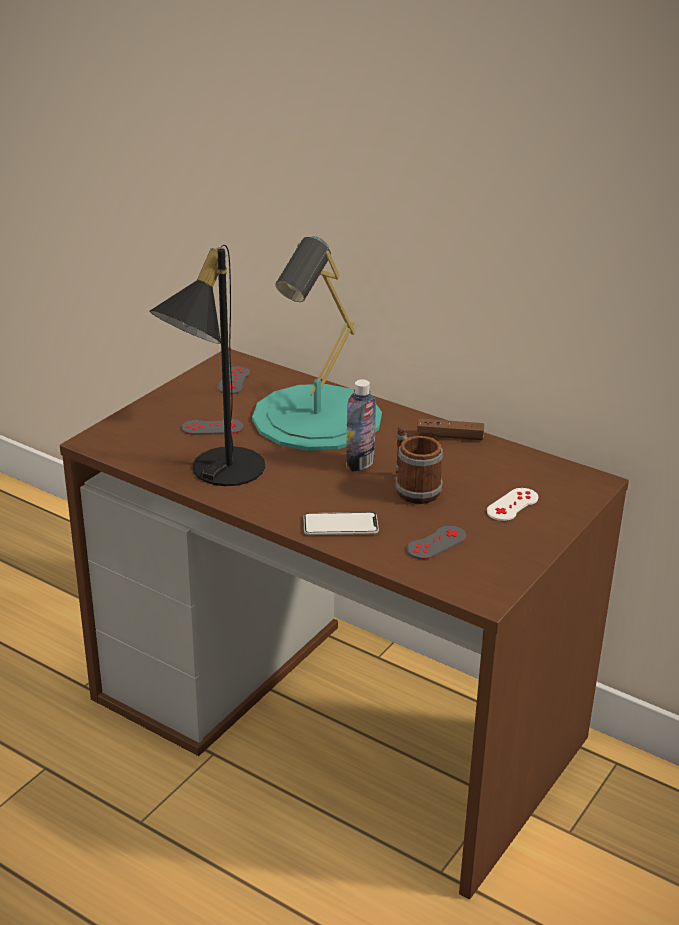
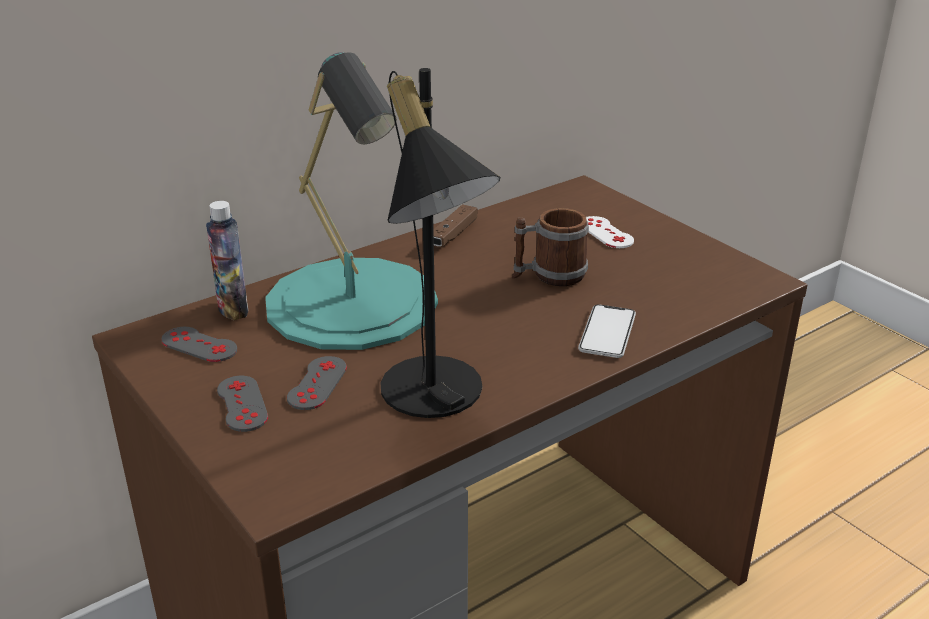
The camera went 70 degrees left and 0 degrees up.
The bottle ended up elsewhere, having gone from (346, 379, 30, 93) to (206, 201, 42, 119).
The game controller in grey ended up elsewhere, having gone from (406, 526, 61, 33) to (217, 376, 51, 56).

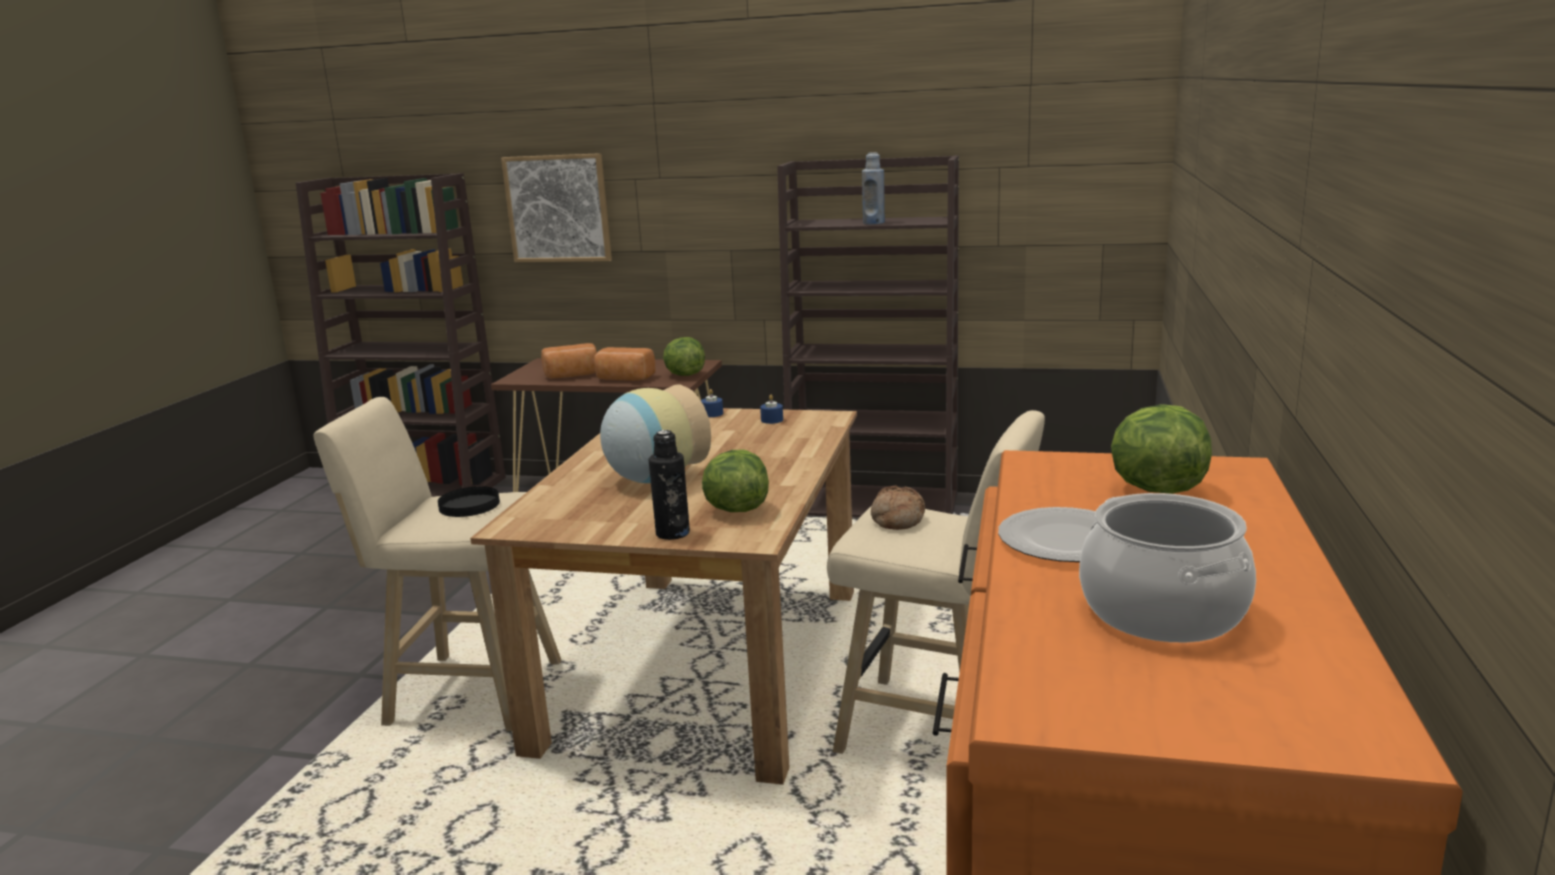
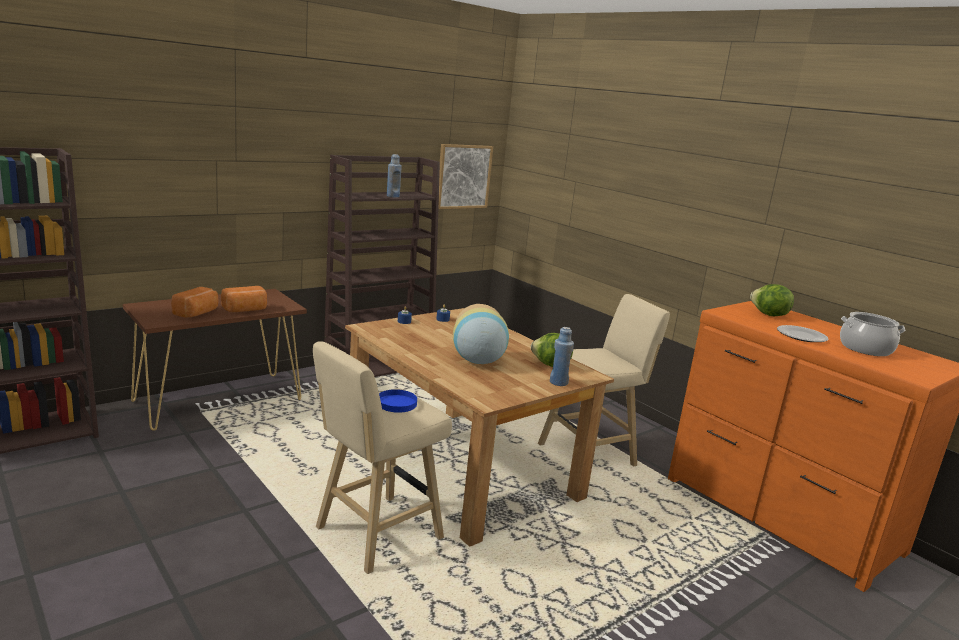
The camera went 55 degrees left and 0 degrees up.
What was the plate in black at (438, 486, 62, 31) turned into the plate in blue at (379, 389, 38, 24).
The picture ended up elsewhere, having gone from (501, 153, 111, 109) to (438, 144, 55, 65).
What was the bottle in black at (649, 430, 41, 110) turned into the bottle in blue at (550, 327, 24, 59).
The second view lost the lettuce at (663, 337, 42, 39).
The second view lost the bread at (871, 485, 54, 45).

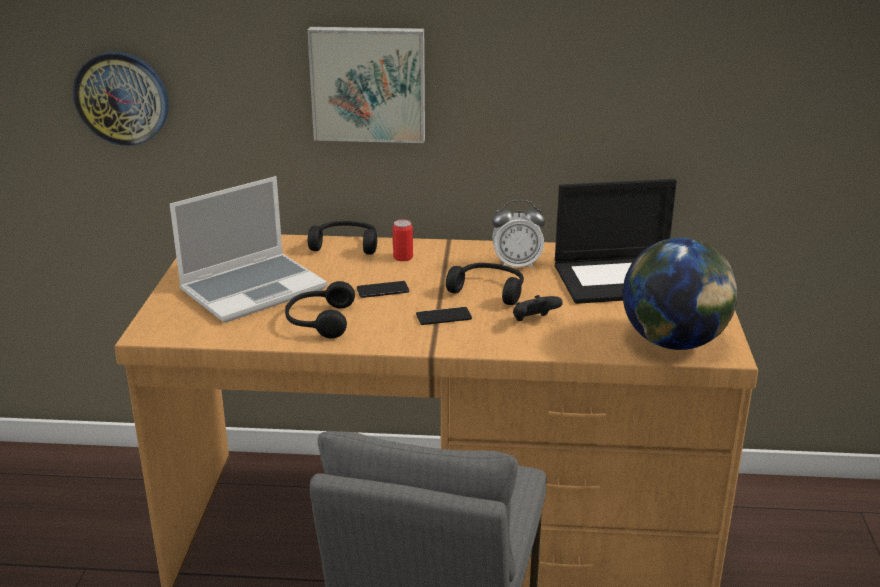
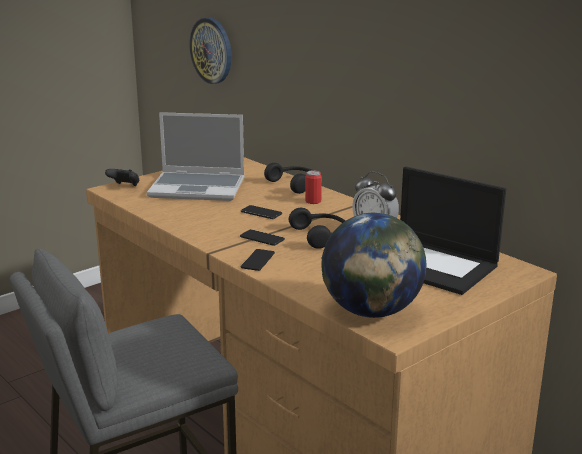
The camera went 45 degrees right and 5 degrees down.
The game controller in black ended up elsewhere, having gone from (513, 295, 50, 26) to (105, 169, 34, 17).
The second view gained the phone at (241, 249, 34, 22).
The second view lost the headphones in black at (285, 281, 70, 57).
The second view lost the picture at (307, 27, 118, 116).

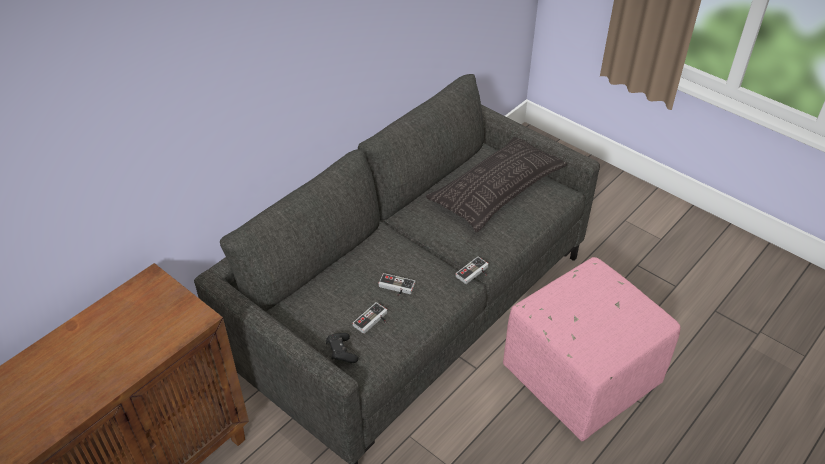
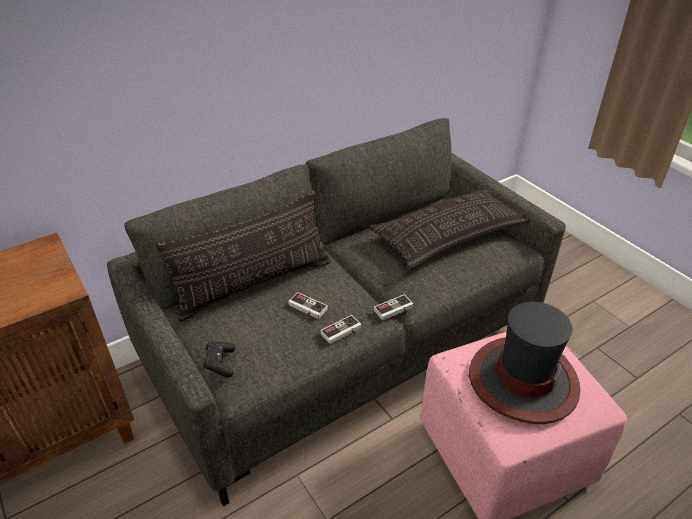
The camera went 15 degrees right and 5 degrees down.
The second view gained the pillow at (156, 191, 175, 131).
The game controller ended up elsewhere, having gone from (352, 302, 36, 32) to (320, 315, 41, 29).
The second view gained the hat at (469, 302, 111, 122).

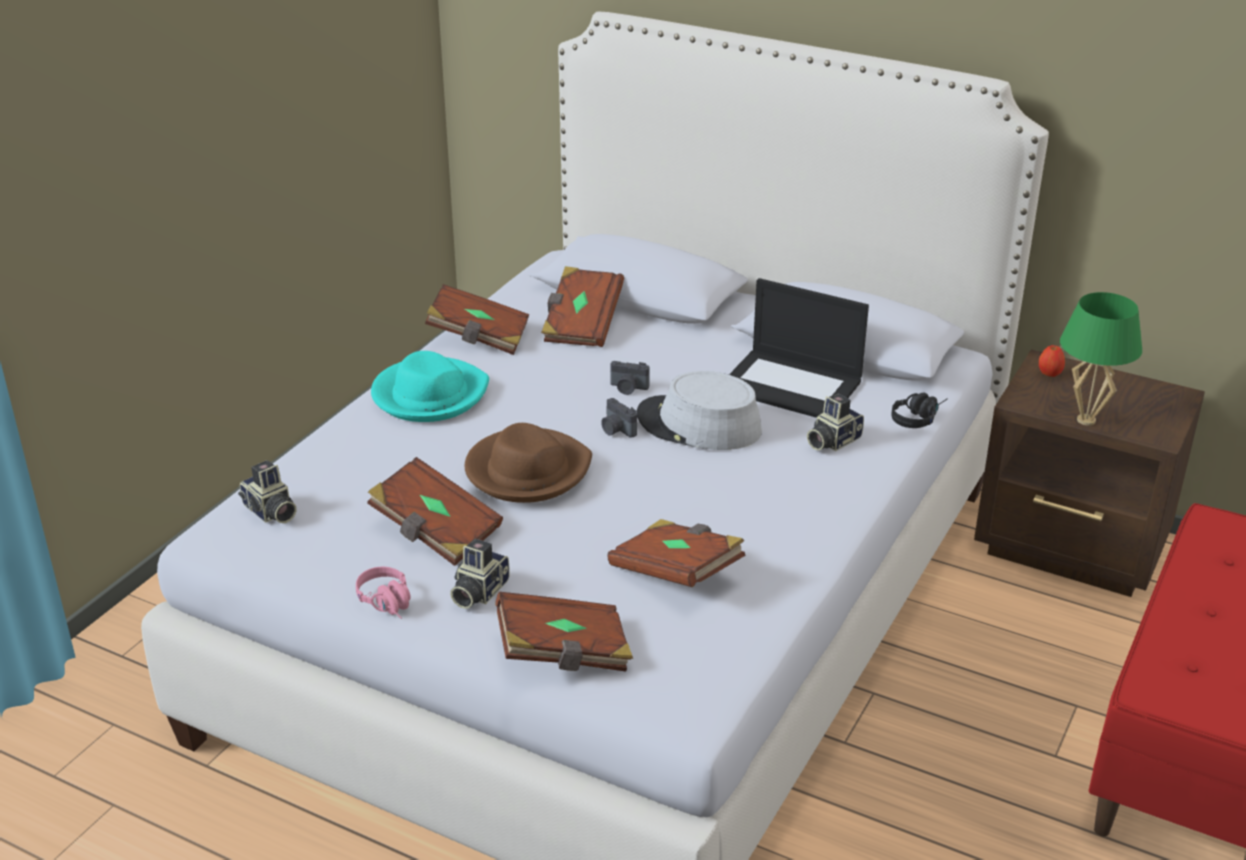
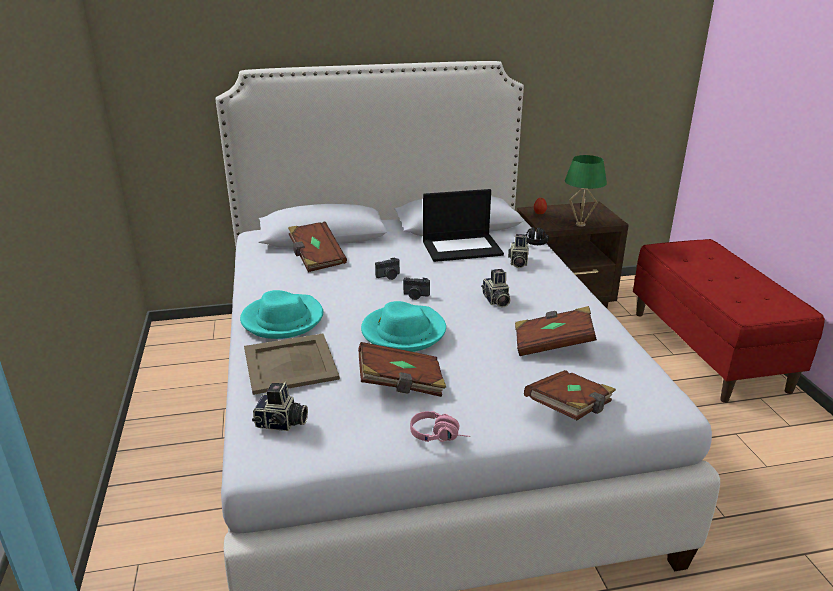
The camera went 40 degrees left and 5 degrees down.
The second view gained the tray in beige at (244, 334, 96, 61).
What was the hat in brown at (465, 423, 127, 80) turned into the hat in turquoise at (361, 301, 85, 51).
The photo camera ended up elsewhere, having gone from (450, 539, 59, 70) to (481, 269, 30, 39).
The second view lost the book in brown at (425, 284, 104, 71).
The second view lost the hat in grey at (637, 371, 125, 79).

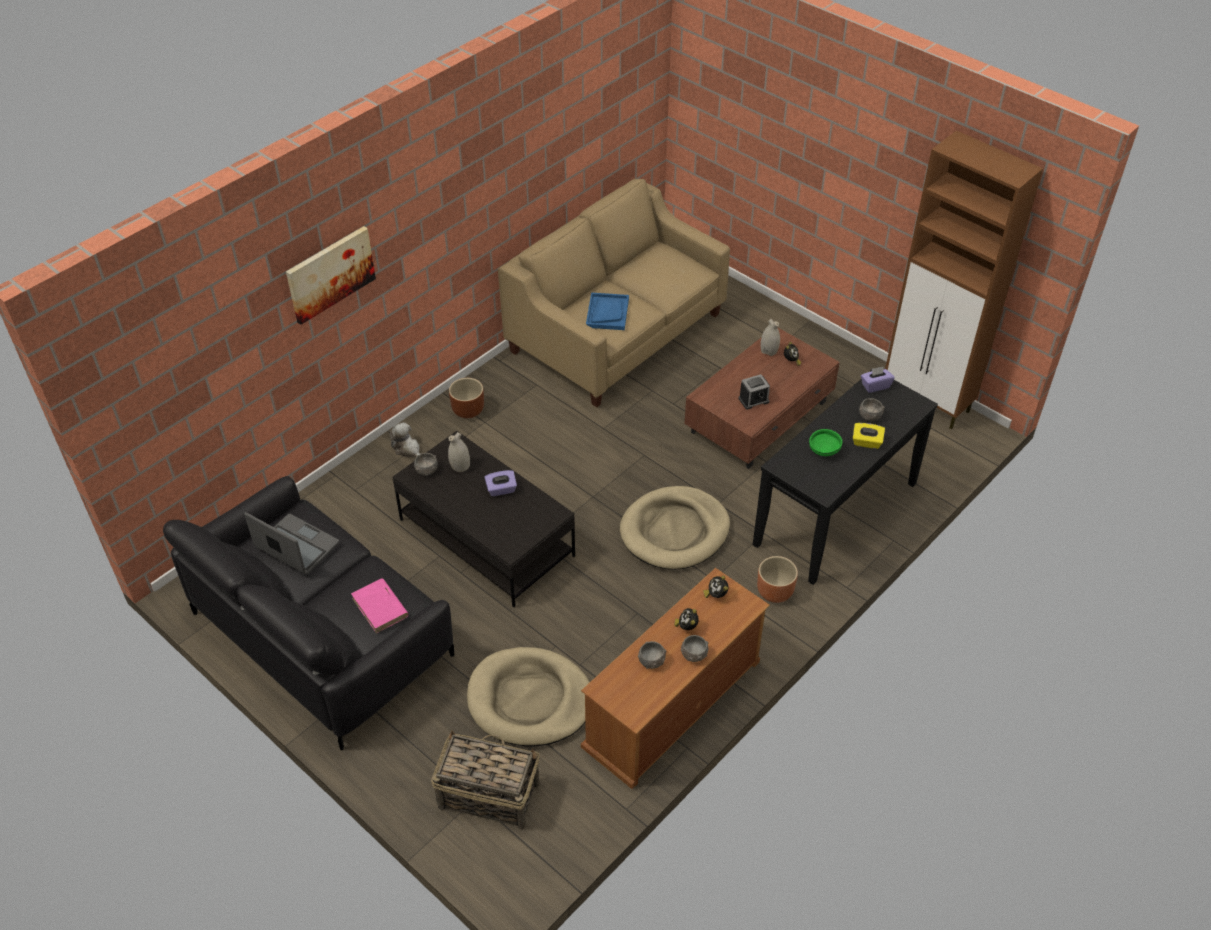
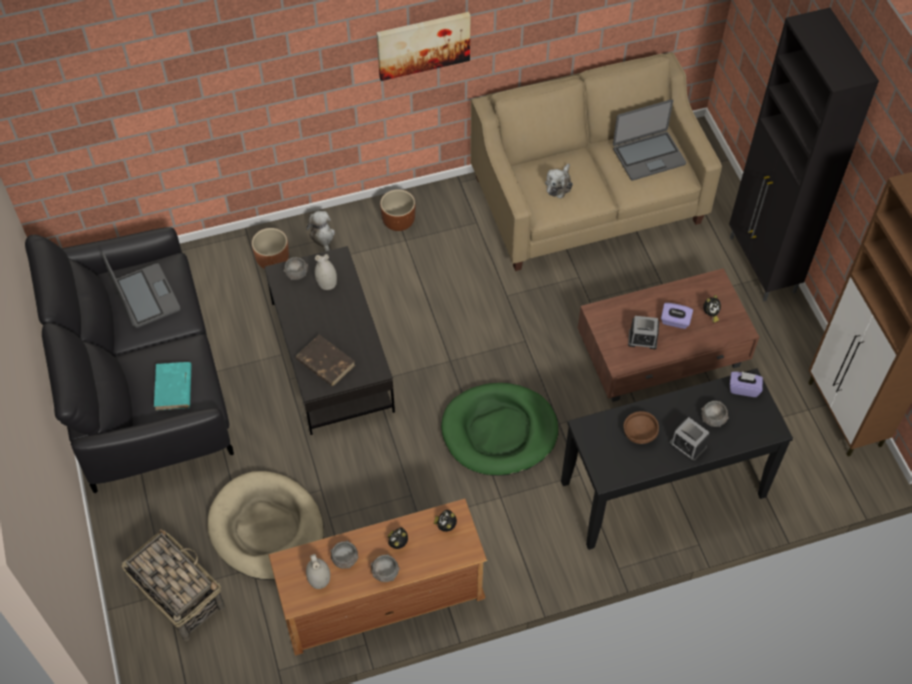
The camera went 30 degrees right and 10 degrees up.
What was the book in pink at (351, 578, 58, 56) turned into the book in turquoise at (154, 362, 38, 49).
The planter in brown ended up elsewhere, having gone from (757, 556, 41, 47) to (252, 228, 37, 41).
The second view gained the book in brown at (296, 335, 59, 51).
The vase in white ended up elsewhere, having gone from (761, 319, 19, 37) to (306, 554, 24, 35).
The picture ended up elsewhere, having gone from (286, 226, 90, 99) to (377, 12, 93, 69).
What was the dog bed in beige at (620, 486, 110, 84) turned into the dog bed in green at (441, 383, 118, 93).
Where the tray in blue stood at (586, 292, 43, 38), the plush toy came to stand at (545, 164, 28, 34).
The second view gained the laptop at (613, 99, 73, 82).
What was the bowl in green at (809, 429, 33, 27) turned into the bowl in brown at (624, 411, 35, 33).
The tissue box in purple ended up elsewhere, having gone from (484, 470, 33, 26) to (661, 303, 32, 26).
Where the tissue box in yellow stood at (853, 423, 32, 26), the alarm clock came to stand at (669, 417, 40, 45).
The second view gained the cabinet in black at (729, 8, 150, 293).

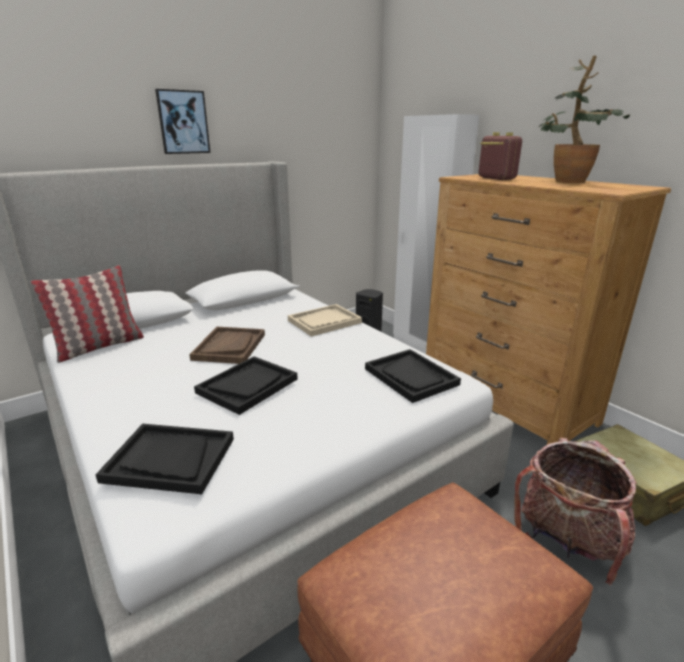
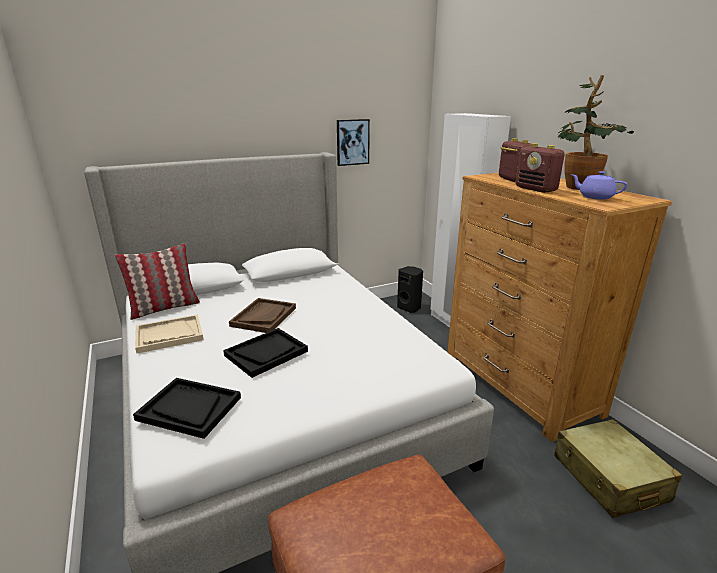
The camera went 10 degrees right and 0 degrees up.
The tray in beige ended up elsewhere, having gone from (288, 304, 74, 33) to (135, 314, 69, 40).
The picture ended up elsewhere, having gone from (155, 89, 55, 65) to (337, 119, 33, 47).
The second view gained the radio at (516, 143, 49, 50).
The second view gained the teapot in purple at (570, 171, 58, 29).
The second view lost the tray in black at (365, 349, 96, 54).
The second view lost the backpack at (515, 437, 122, 149).

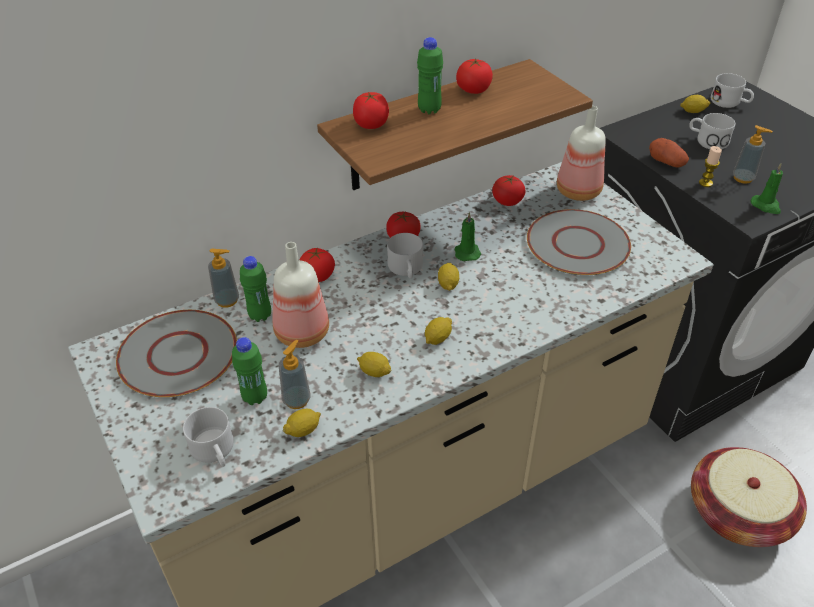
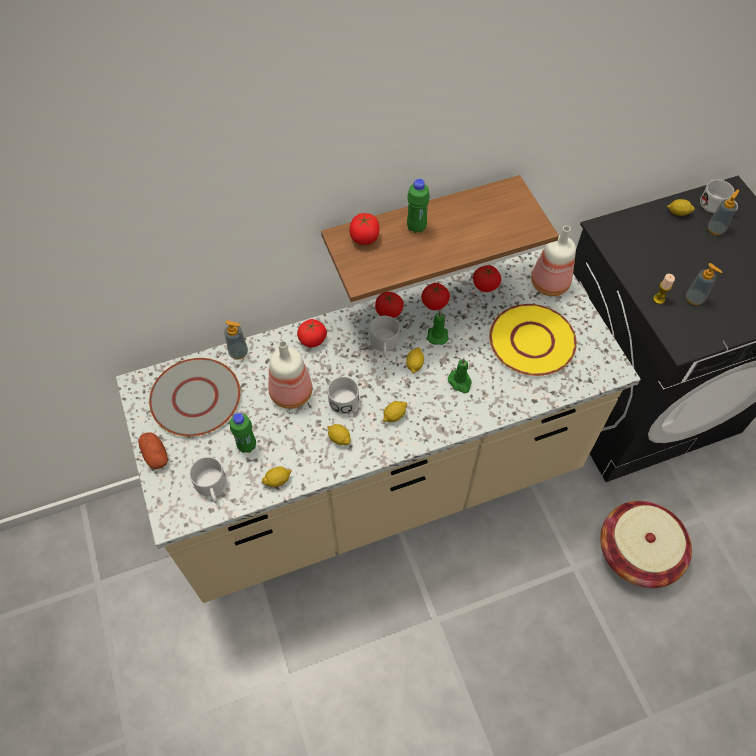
The camera went 10 degrees right and 15 degrees up.
The potato ended up elsewhere, having gone from (649, 138, 40, 30) to (138, 432, 30, 37).
The mug in white ended up elsewhere, having gone from (689, 113, 46, 37) to (326, 376, 33, 38).
The tomato ended up elsewhere, having gone from (456, 58, 37, 36) to (421, 283, 29, 27).
The candle in green ended up elsewhere, having gone from (751, 163, 32, 51) to (448, 358, 24, 35).
What was the plate in grey at (527, 209, 104, 67) turned into the plate in yellow at (489, 304, 88, 72).
The soap dispenser ended up elsewhere, having gone from (279, 340, 32, 69) to (708, 189, 31, 46).
The second view lost the bottle in green at (240, 256, 31, 66).

